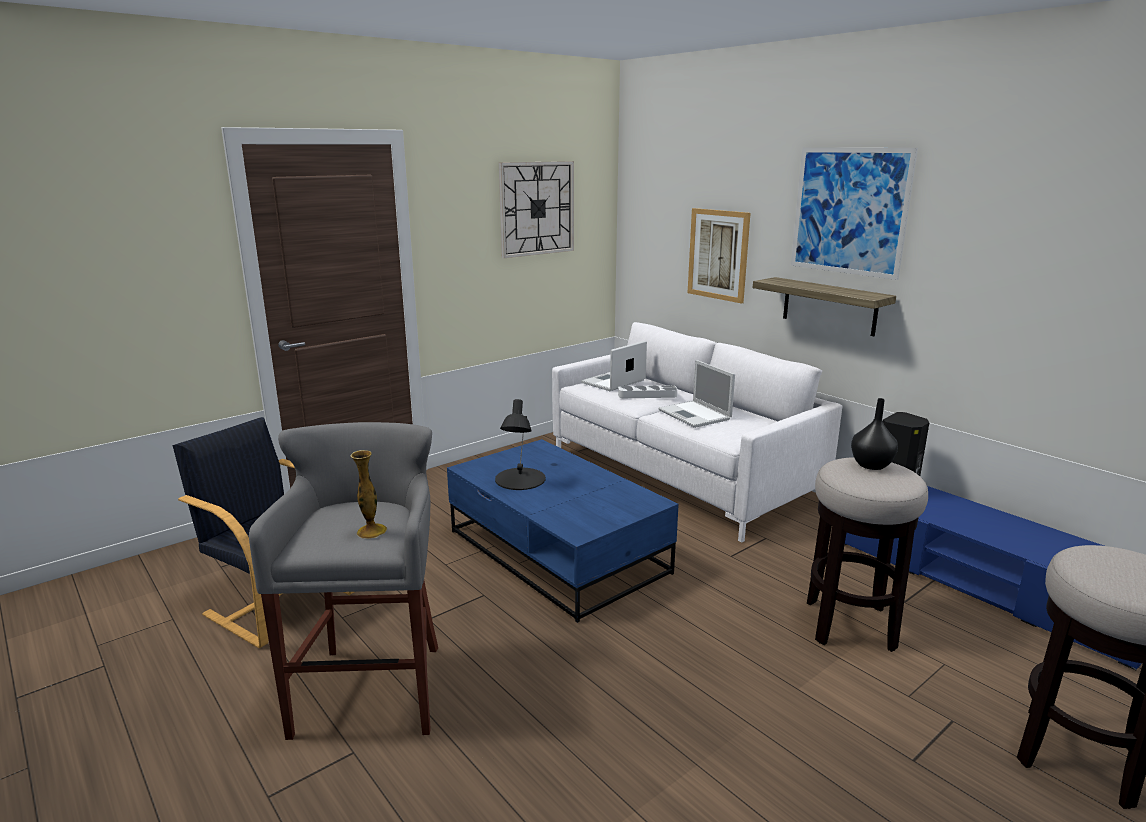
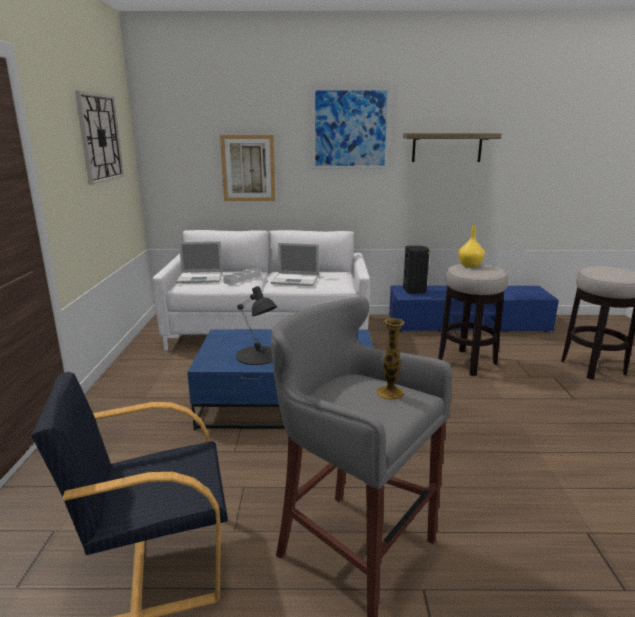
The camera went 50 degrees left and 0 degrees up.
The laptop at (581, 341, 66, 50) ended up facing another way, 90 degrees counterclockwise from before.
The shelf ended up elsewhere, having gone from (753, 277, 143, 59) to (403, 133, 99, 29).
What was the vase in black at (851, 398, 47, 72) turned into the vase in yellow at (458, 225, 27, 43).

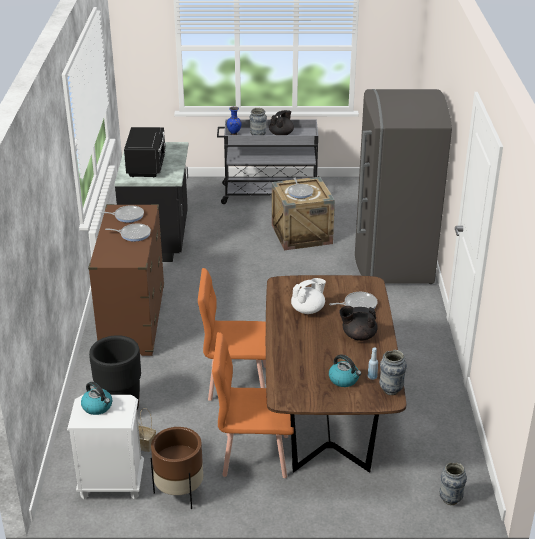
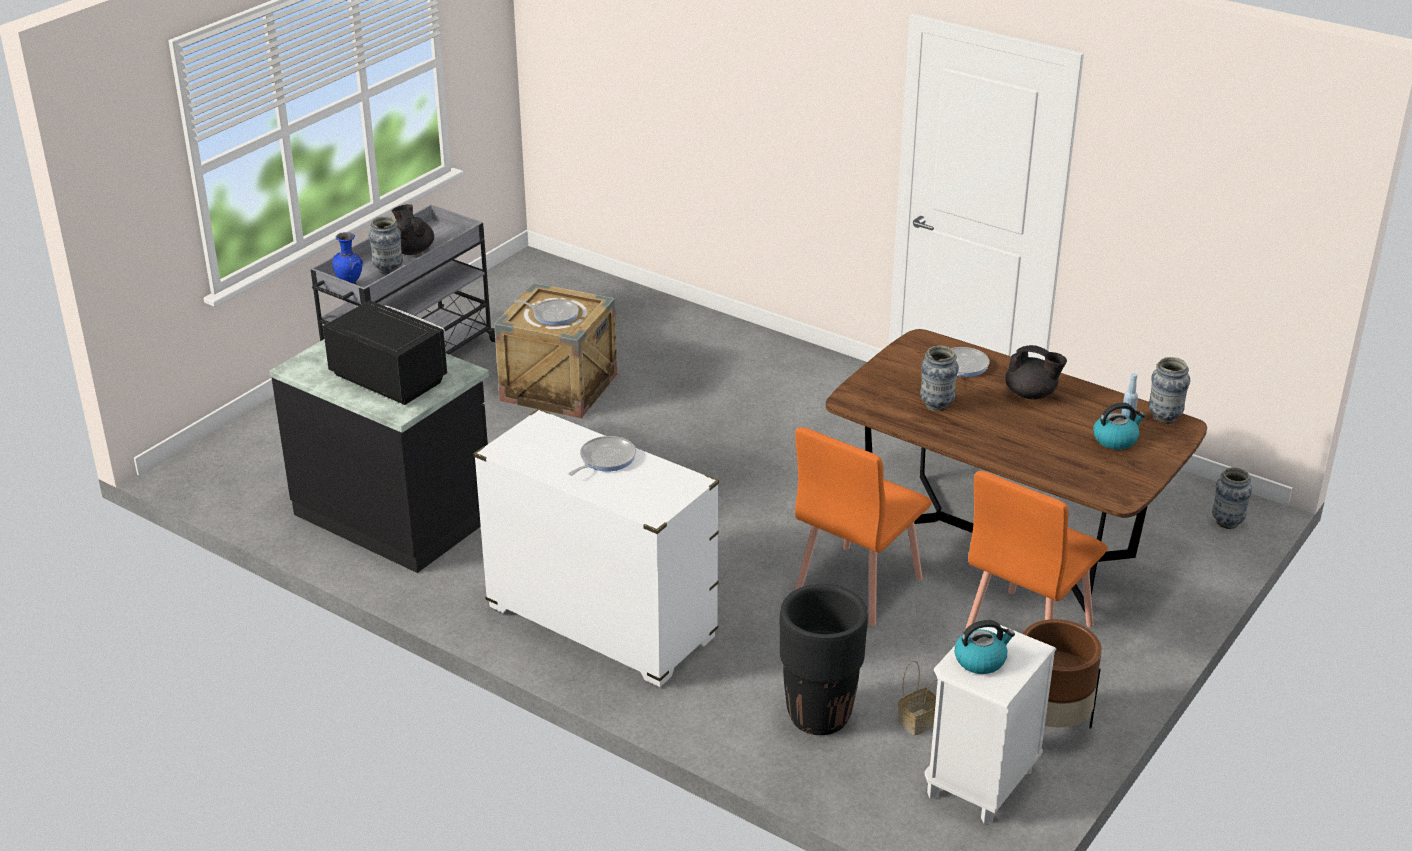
The camera went 55 degrees left and 0 degrees up.
What was the dresser in brown at (88, 204, 76, 152) turned into the dresser in white at (473, 408, 246, 279).
Where the teapot in white stood at (291, 278, 35, 36), the vase came to stand at (920, 346, 39, 65).
The teapot in black at (339, 306, 39, 35) ended up facing another way, 105 degrees counterclockwise from before.
The second view lost the frying pan at (99, 205, 45, 18).
The second view lost the fridge in grey at (355, 89, 97, 195).

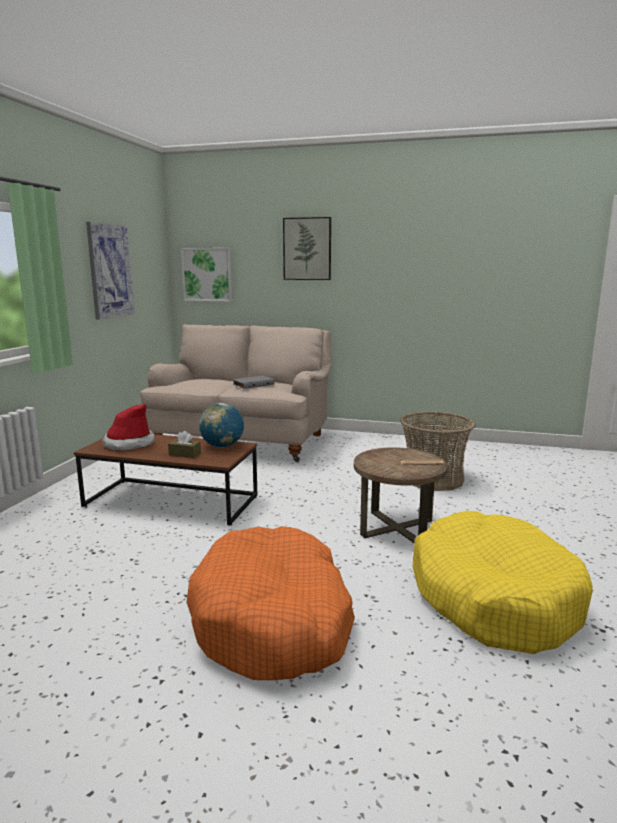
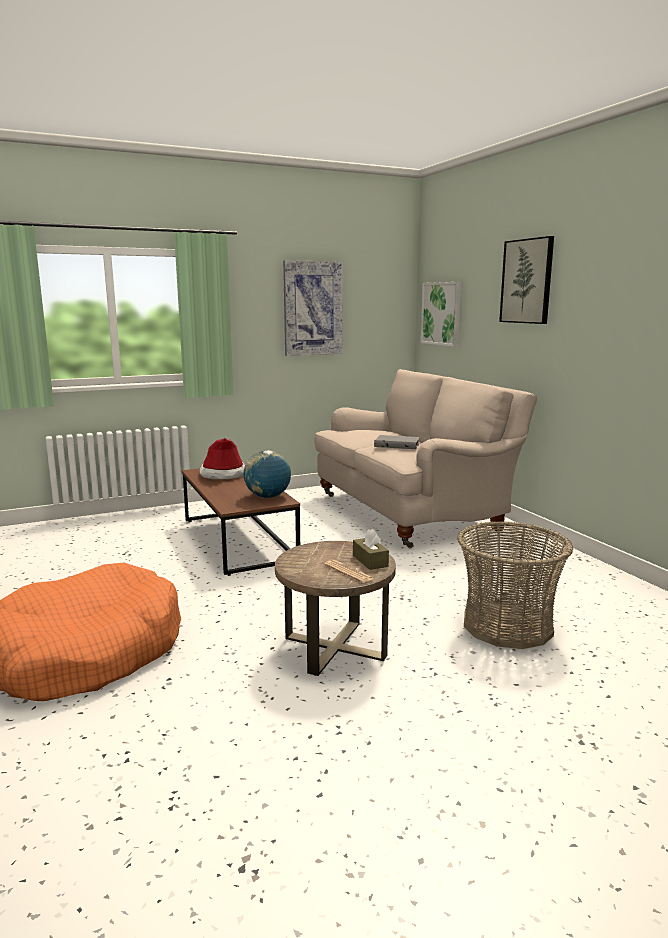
The camera went 50 degrees right and 0 degrees up.
The tissue box in brown ended up elsewhere, having gone from (168, 431, 33, 27) to (353, 529, 36, 41).
The second view lost the dog bed in yellow at (413, 511, 180, 143).

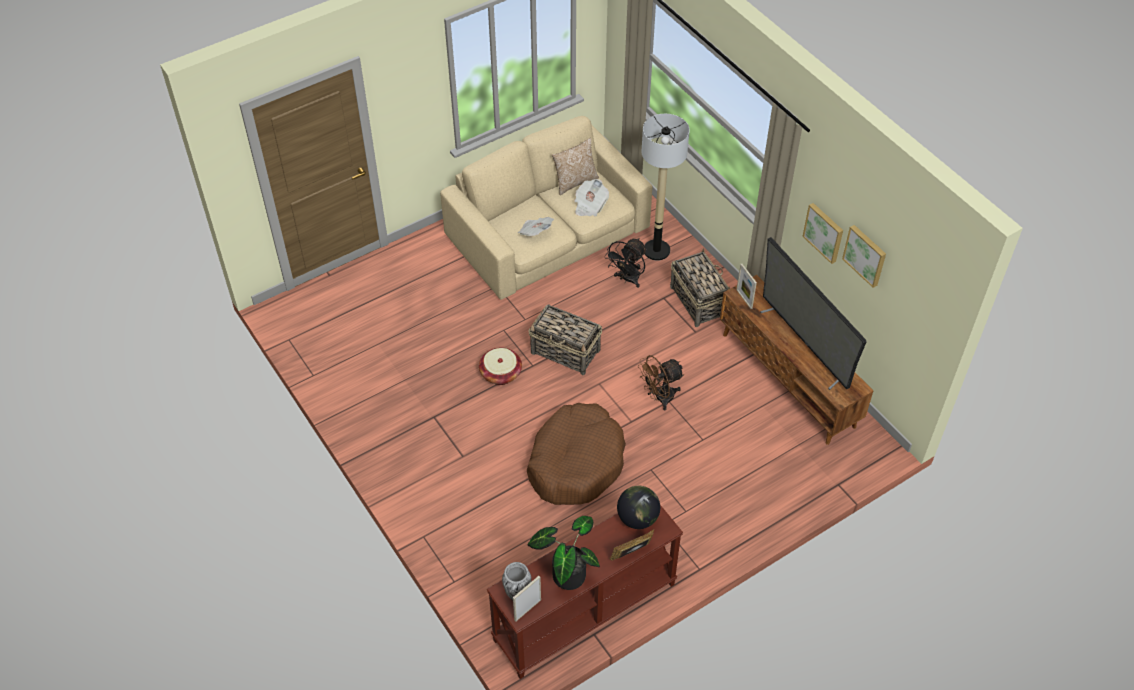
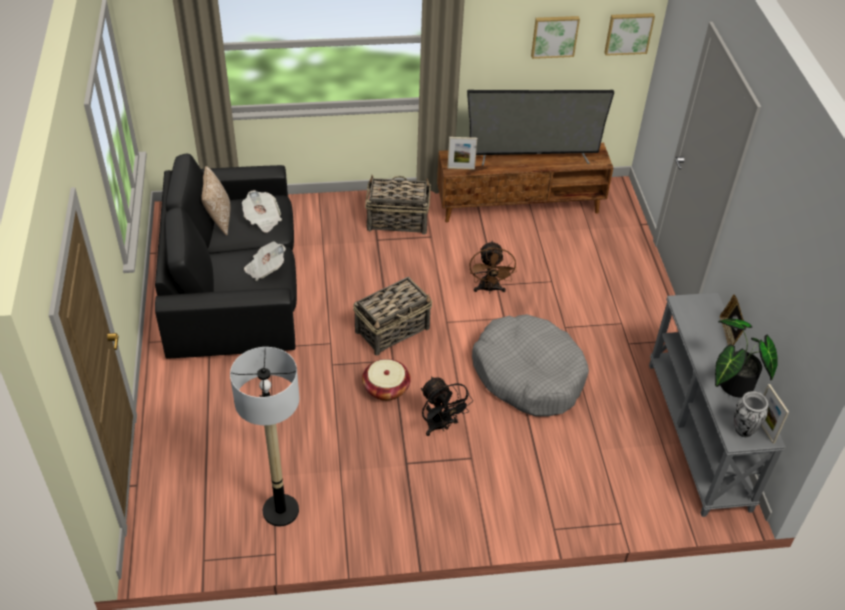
The camera went 65 degrees left and 5 degrees down.
What was the sofa in beige at (440, 116, 212, 184) turned into the sofa in black at (155, 154, 142, 205).
The floor lamp ended up elsewhere, having gone from (641, 114, 49, 147) to (230, 347, 69, 179).
The fan in black ended up elsewhere, having gone from (604, 238, 43, 50) to (421, 376, 52, 60).
What was the dog bed in brown at (527, 403, 99, 102) turned into the dog bed in grey at (472, 314, 117, 102).
The picture ended up elsewhere, having gone from (802, 203, 41, 61) to (604, 13, 51, 43).
What was the console table in brown at (487, 505, 196, 174) turned into the console table in grey at (649, 293, 137, 224).
The second view lost the globe at (617, 486, 43, 43).

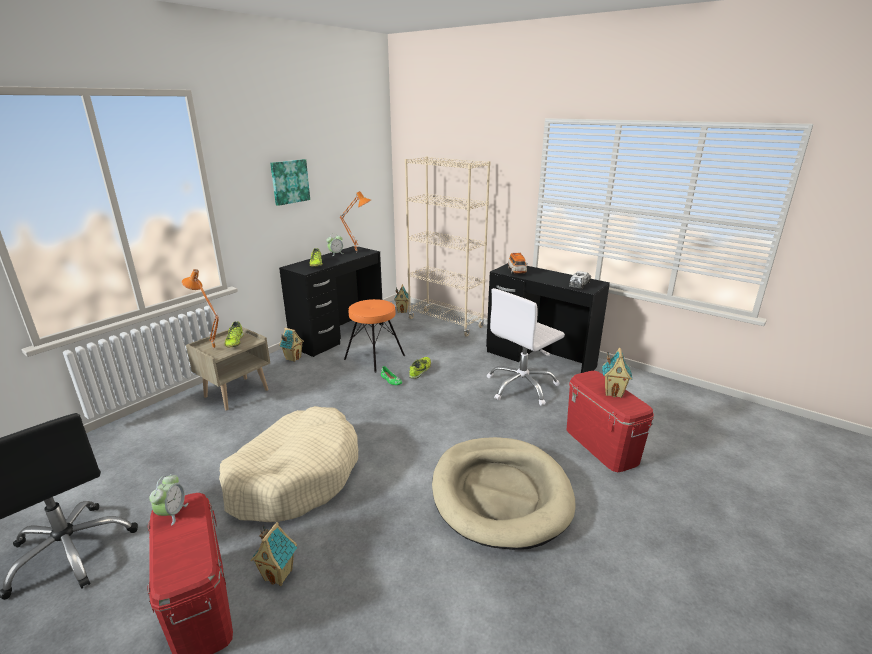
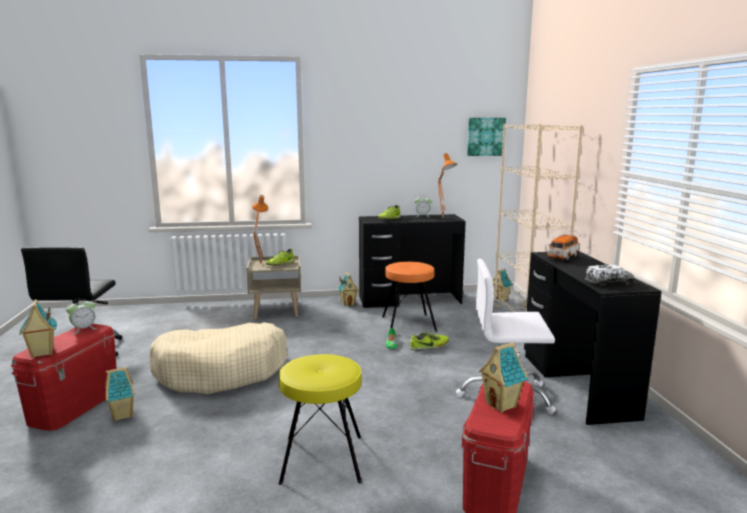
The camera went 45 degrees right and 10 degrees down.
The second view gained the toy house at (19, 299, 38, 59).
Where the dog bed in beige stood at (432, 437, 144, 113), the stool in yellow came to stand at (279, 354, 83, 131).
The picture ended up elsewhere, having gone from (270, 159, 40, 47) to (467, 118, 39, 38).

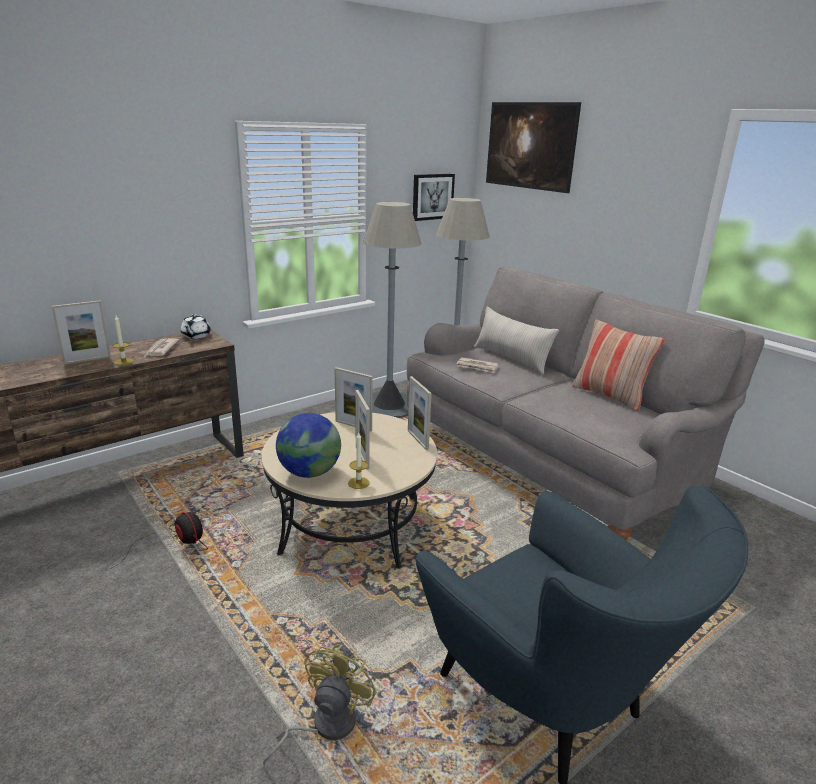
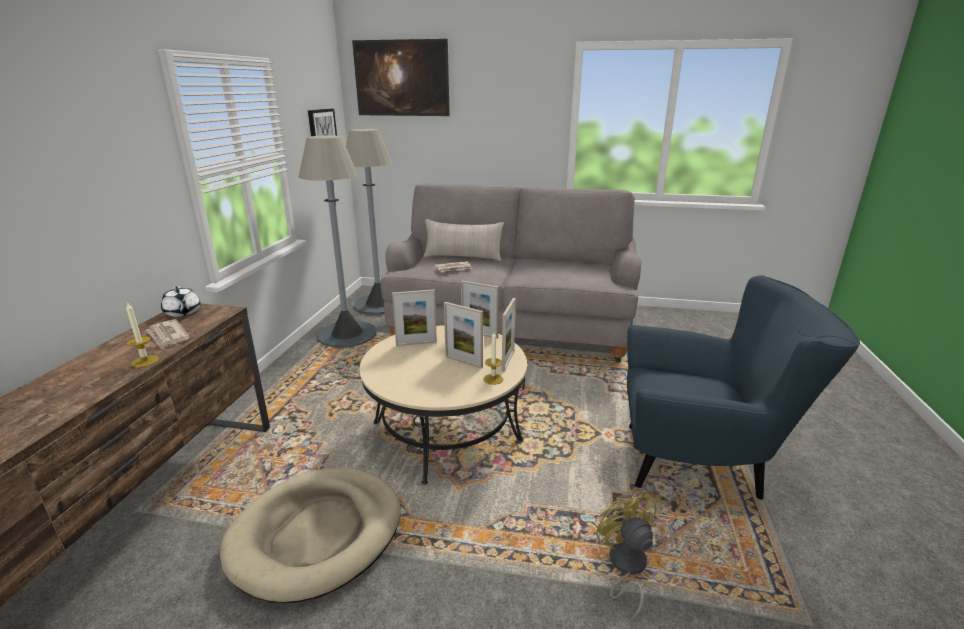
The camera went 40 degrees left and 0 degrees up.
Where the fan stood at (107, 512, 101, 58), the dog bed in beige came to stand at (220, 468, 181, 135).
The picture frame ended up elsewhere, having gone from (52, 300, 59, 64) to (502, 298, 14, 74).
The second view lost the globe at (276, 413, 65, 65).
The second view lost the pillow at (572, 320, 93, 91).

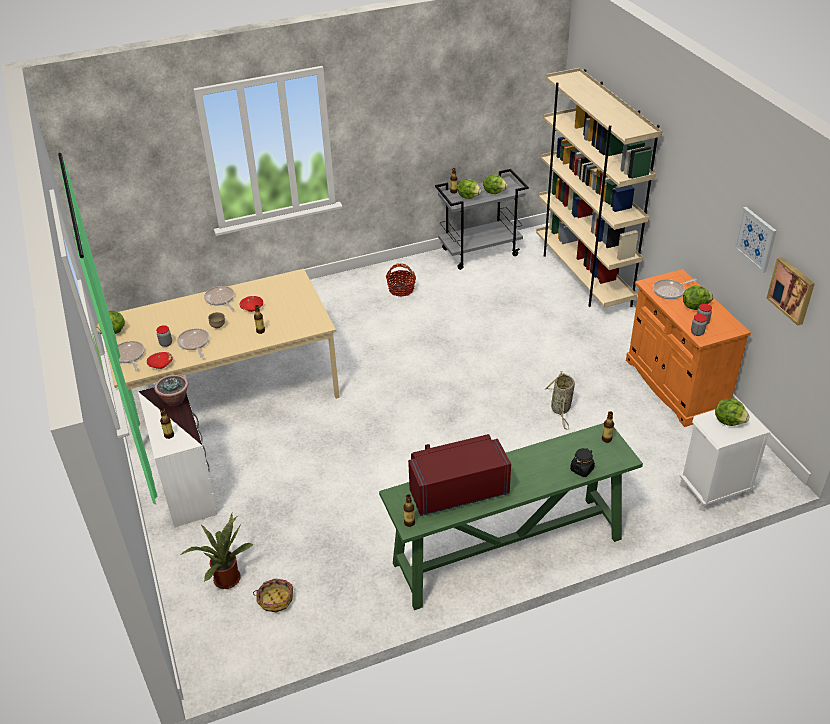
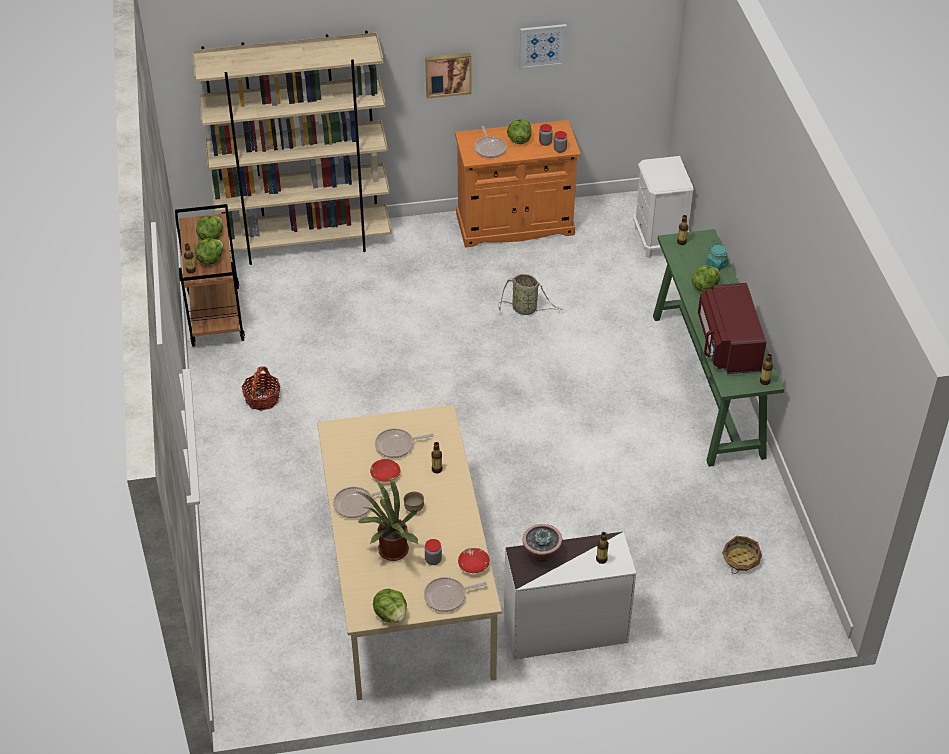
The camera went 80 degrees left and 5 degrees up.
What was the cart in grey at (435, 169, 94, 101) turned into the cart in brown at (175, 204, 70, 143).
The potted plant ended up elsewhere, having gone from (180, 513, 74, 76) to (355, 475, 64, 86).
The frying pan ended up elsewhere, having gone from (177, 328, 32, 30) to (375, 428, 59, 30).
The picture ended up elsewhere, having gone from (766, 257, 49, 69) to (425, 53, 47, 46).
The lettuce ended up elsewhere, having gone from (715, 398, 34, 28) to (692, 266, 28, 27).
What was the jar in black at (570, 448, 25, 29) turned into the jar in turquoise at (706, 245, 22, 25).

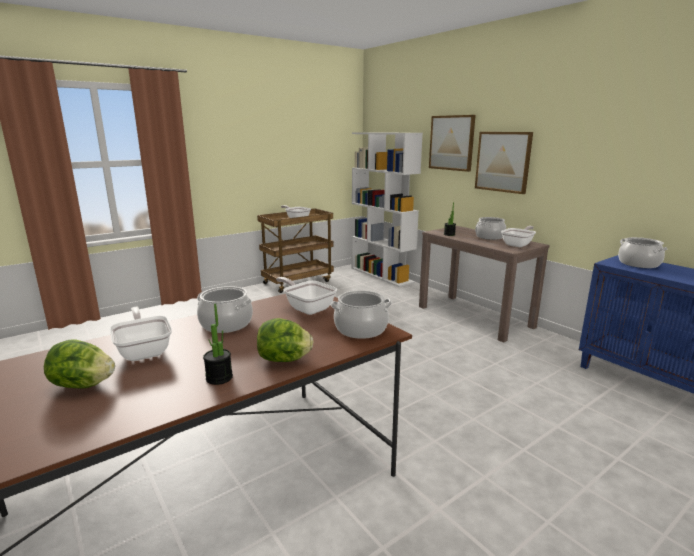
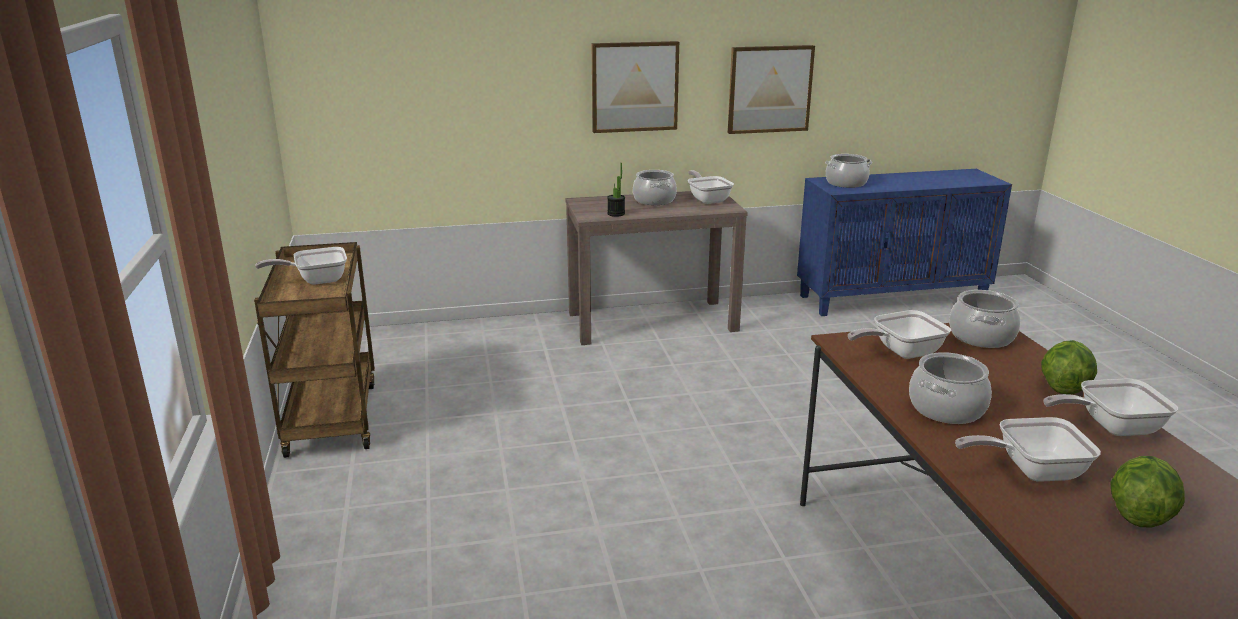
The camera went 65 degrees left and 5 degrees up.
The picture ended up elsewhere, having gone from (429, 115, 47, 57) to (728, 45, 87, 89).
Where the potted plant stood at (203, 304, 30, 81), the frying pan came to stand at (1044, 378, 134, 58).
The second view lost the bookcase in white at (352, 132, 71, 155).

